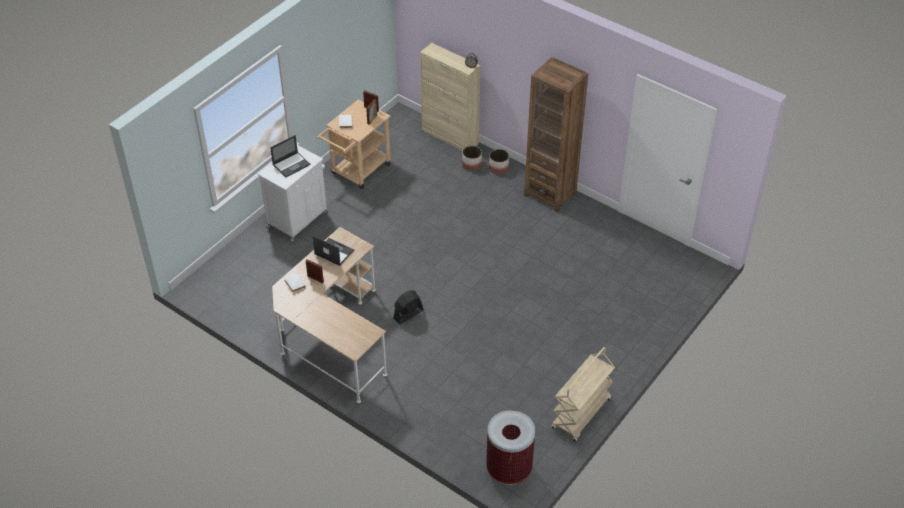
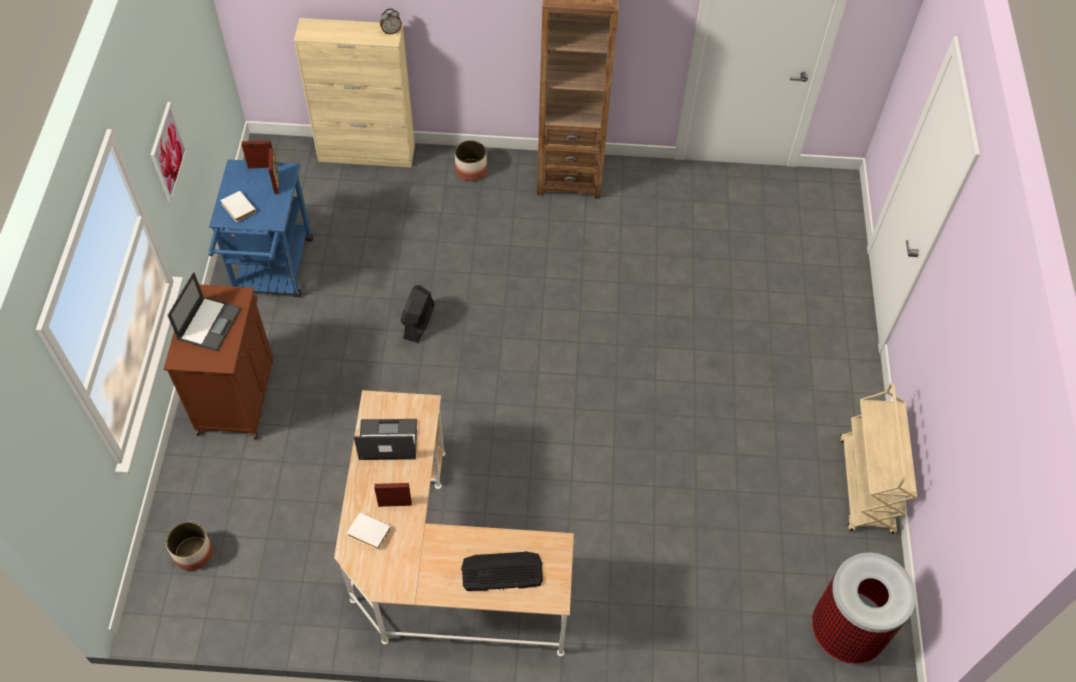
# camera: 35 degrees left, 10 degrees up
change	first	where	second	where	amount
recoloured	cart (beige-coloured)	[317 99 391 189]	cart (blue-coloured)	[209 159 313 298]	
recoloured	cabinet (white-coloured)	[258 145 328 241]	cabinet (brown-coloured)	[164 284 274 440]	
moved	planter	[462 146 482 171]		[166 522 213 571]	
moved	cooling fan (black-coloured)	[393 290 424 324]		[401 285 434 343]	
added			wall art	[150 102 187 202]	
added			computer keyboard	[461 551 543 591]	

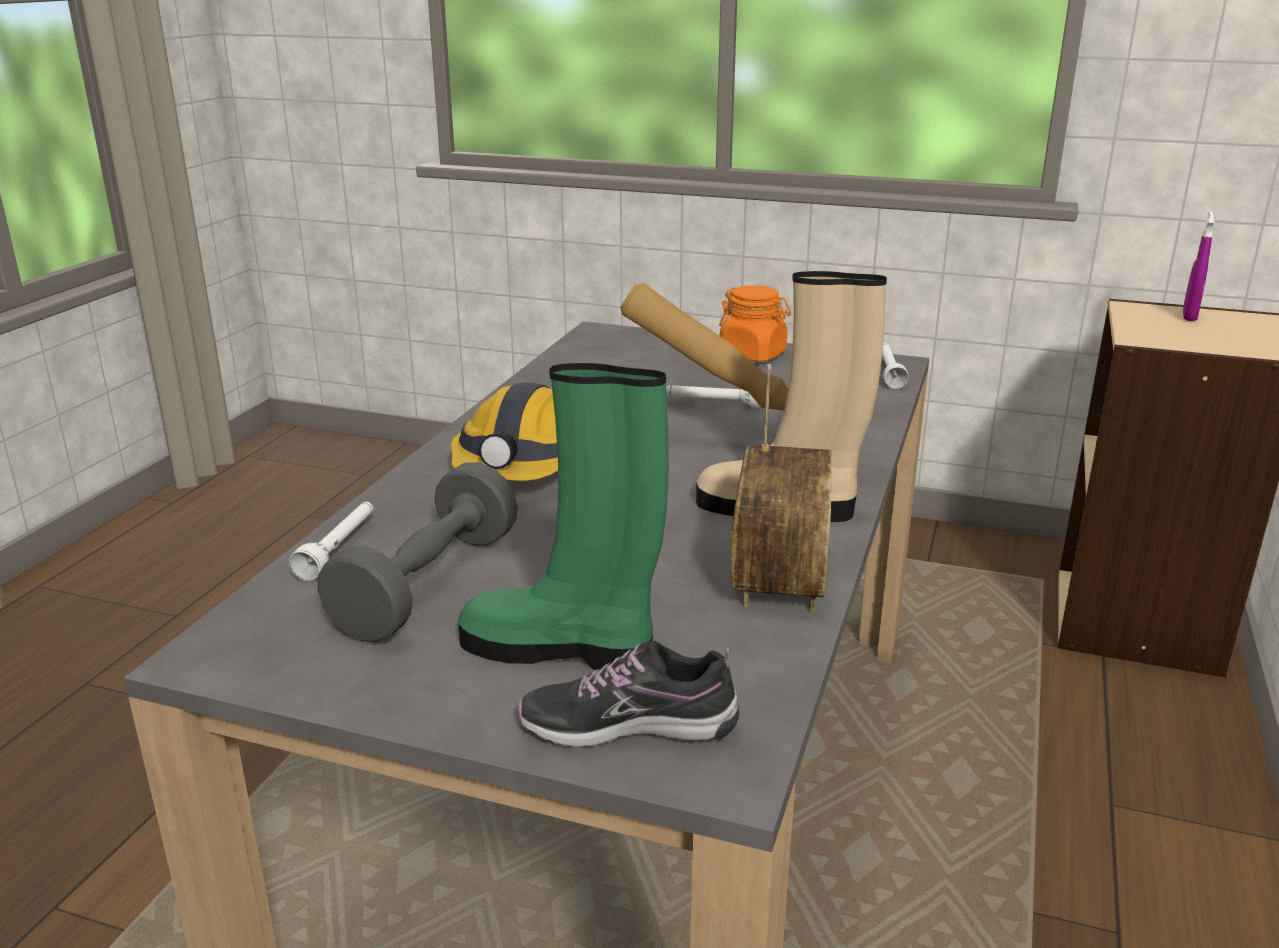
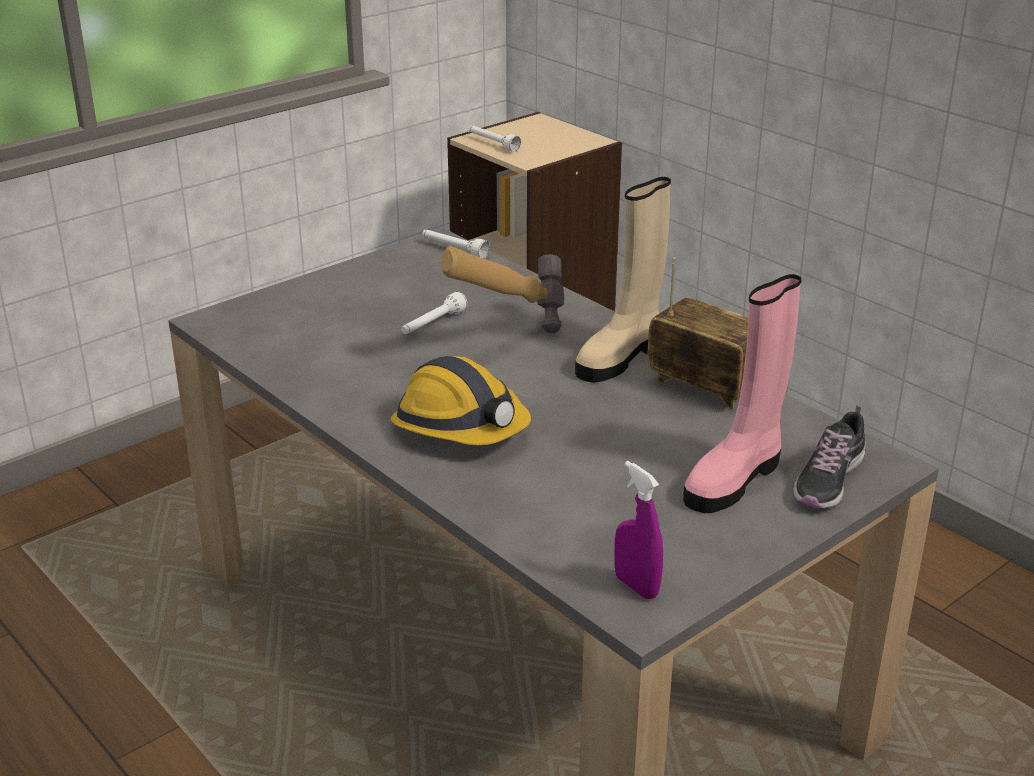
# camera: 60 degrees left, 5 degrees up
change	first	where	second	where	amount
moved	sprayer (purplish)	[1183 211 1215 321]		[614 461 663 599]	
removed	preserve jar (orangey)	[719 285 791 362]			
recoloured	high-top boot (green-coloured)	[458 363 669 670]	high-top boot (pink)	[683 274 802 513]	
removed	hand weight (greyish)	[318 462 518 642]			
moved	torch (white-coloured)	[289 502 373 581]		[469 125 521 152]	

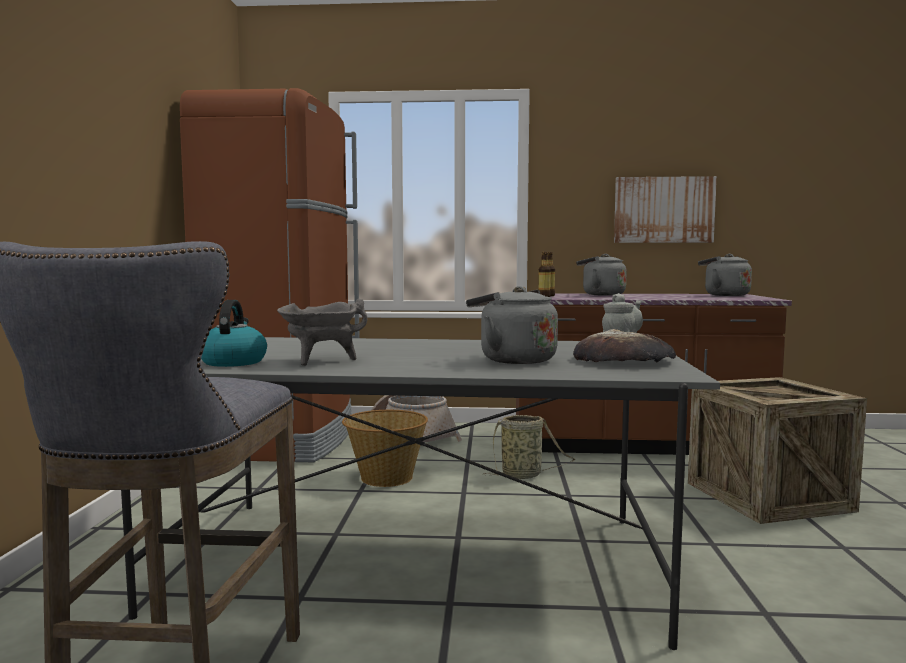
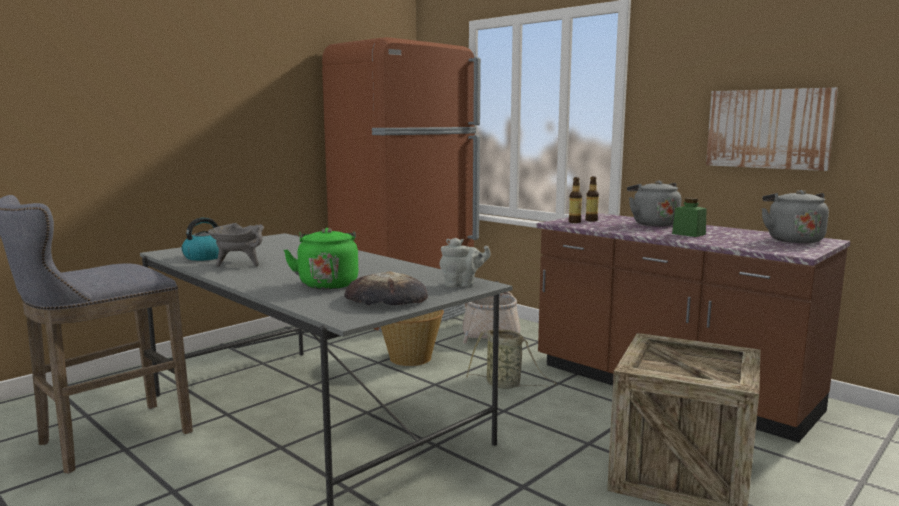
# camera: 40 degrees right, 5 degrees up
change	first	where	second	where	amount
recoloured	kettle (greyish)	[466 286 558 364]	kettle (green-coloured)	[284 228 358 289]	
added			preserve jar (green-coloured)	[672 198 707 237]	

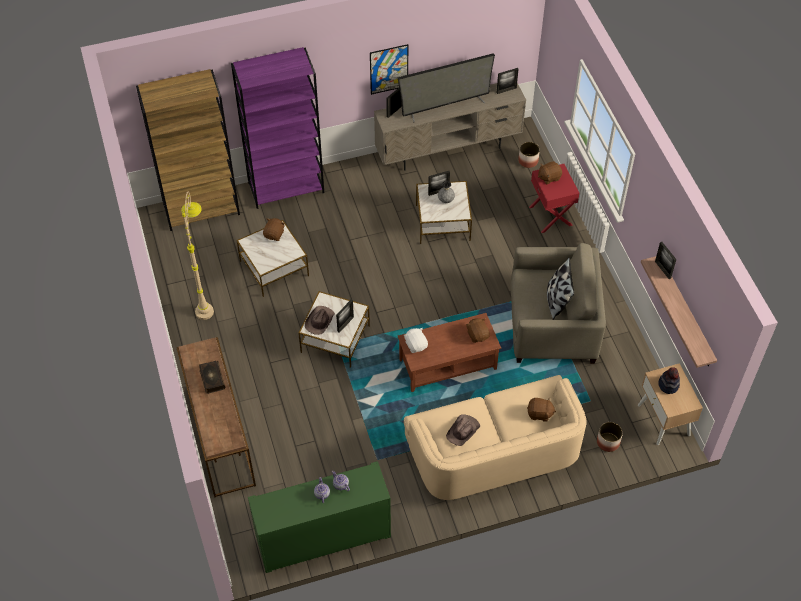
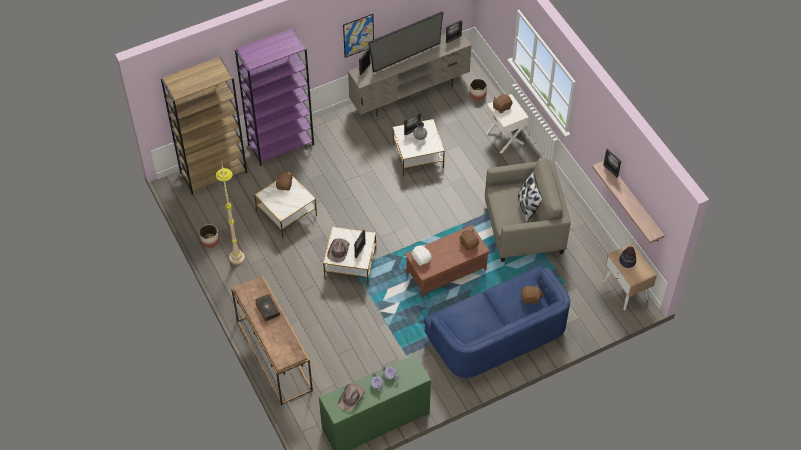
# camera: 10 degrees left, 0 degrees up
change	first	where	second	where	amount
recoloured	nightstand (red-coloured)	[529 164 579 233]	nightstand (white-coloured)	[486 94 529 154]	
recoloured	settee (beige-coloured)	[404 375 586 500]	settee (blue-coloured)	[424 266 570 378]	
moved	clothing hat (brown-coloured)	[446 414 480 446]		[338 384 365 411]	
moved	planter	[597 422 623 452]		[199 224 219 248]	

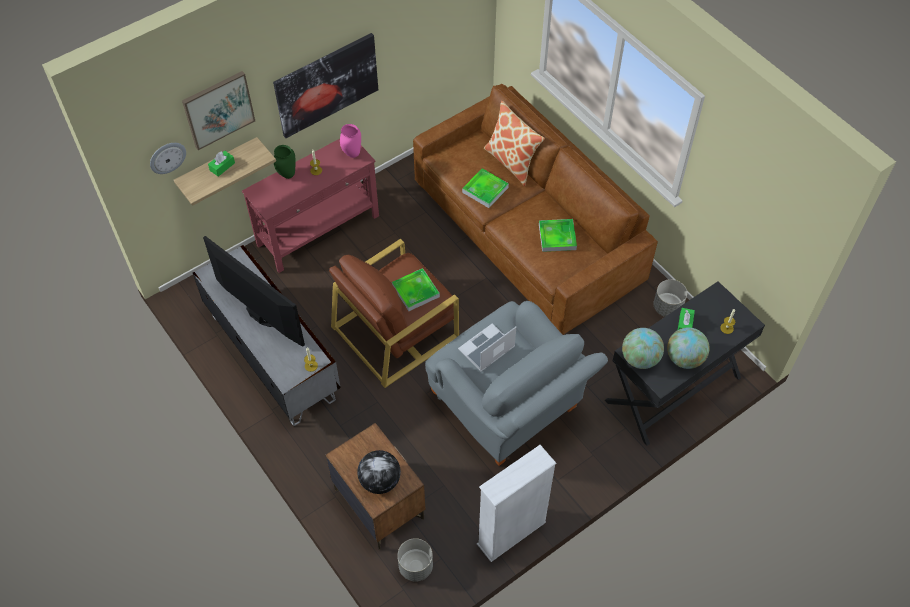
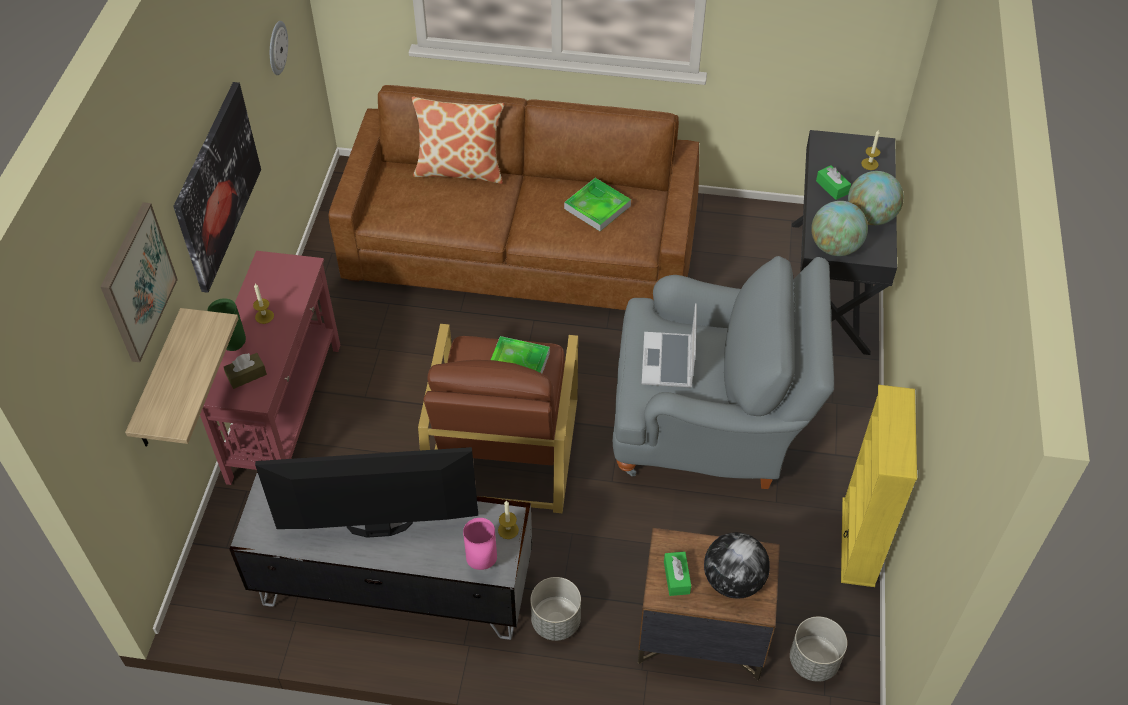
# camera: 45 degrees left, 5 degrees down
change	first	where	second	where	amount
moved	flower vase (pink)	[340 124 361 158]		[463 518 497 570]	
moved	clock on the wall	[150 143 186 174]		[270 21 288 75]	
moved	box of tissues (green-coloured)	[208 151 235 177]		[664 552 691 596]	
removed	carrying tray	[462 168 509 208]			
moved	planter (greyish)	[653 279 687 317]		[531 577 581 641]	
recoloured	bookcase (white-coloured)	[477 445 556 562]	bookcase (yellowish)	[841 385 917 587]	
added			box of tissues (brown-coloured)	[224 353 267 389]	

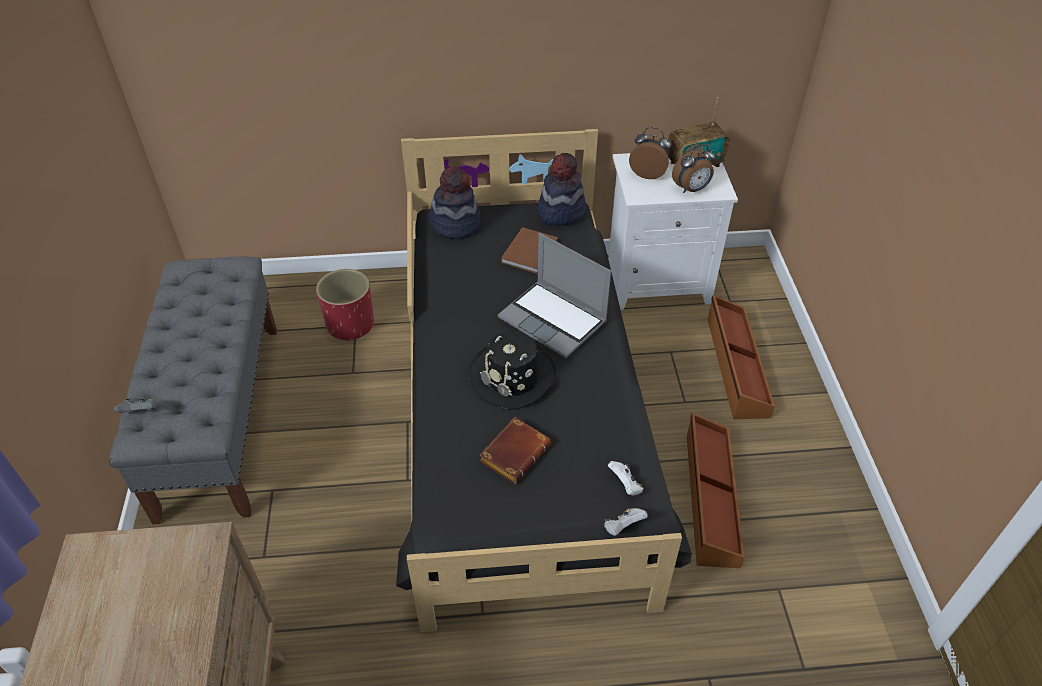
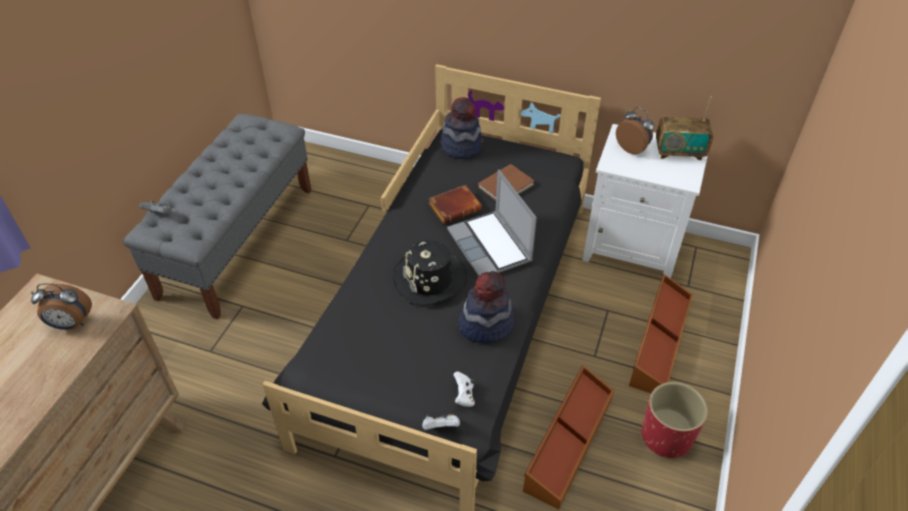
# camera: 25 degrees right, 0 degrees up
change	first	where	second	where	amount
moved	table clock	[672 144 715 193]		[31 283 92 330]	
moved	clothing hat	[538 153 586 226]		[459 271 514 344]	
moved	planter (red-coloured)	[316 269 374 342]		[642 382 708 458]	
moved	volume (brown-coloured)	[479 417 551 484]		[428 185 482 224]	

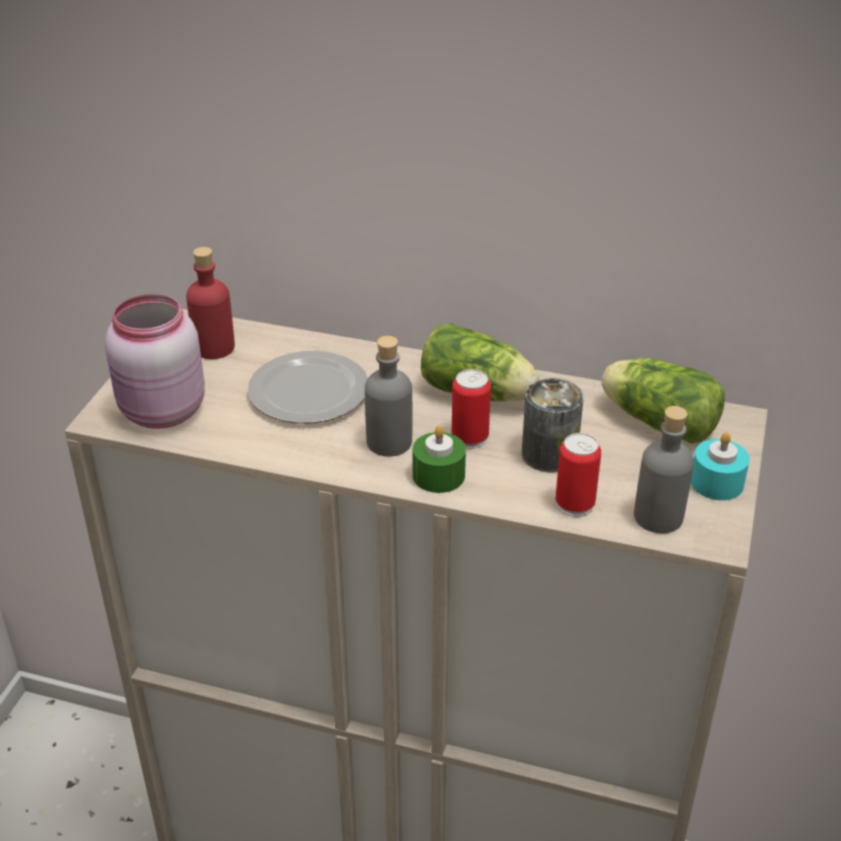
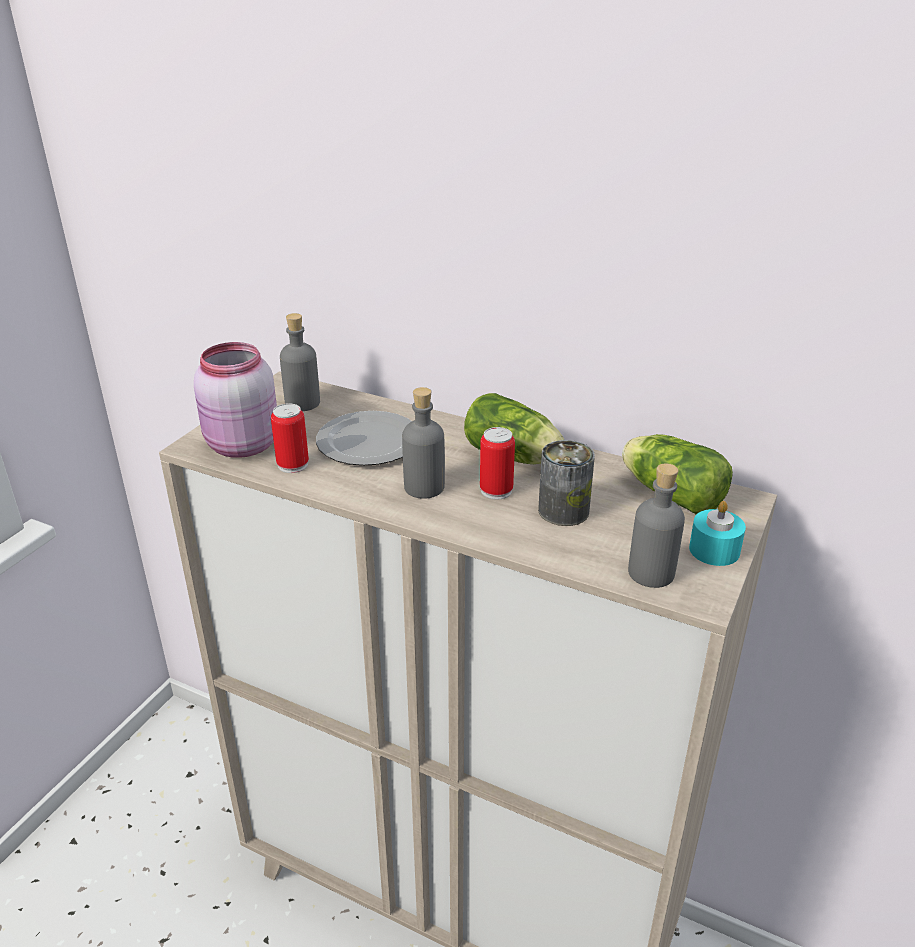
# camera: 10 degrees right, 5 degrees down
change	first	where	second	where	amount
recoloured	drink bottle (red-coloured)	[186 247 235 359]	drink bottle (greyish)	[280 313 320 411]	
removed	wax light (green-coloured)	[413 425 466 493]			
moved	sealed can	[556 433 601 517]		[271 403 309 473]	

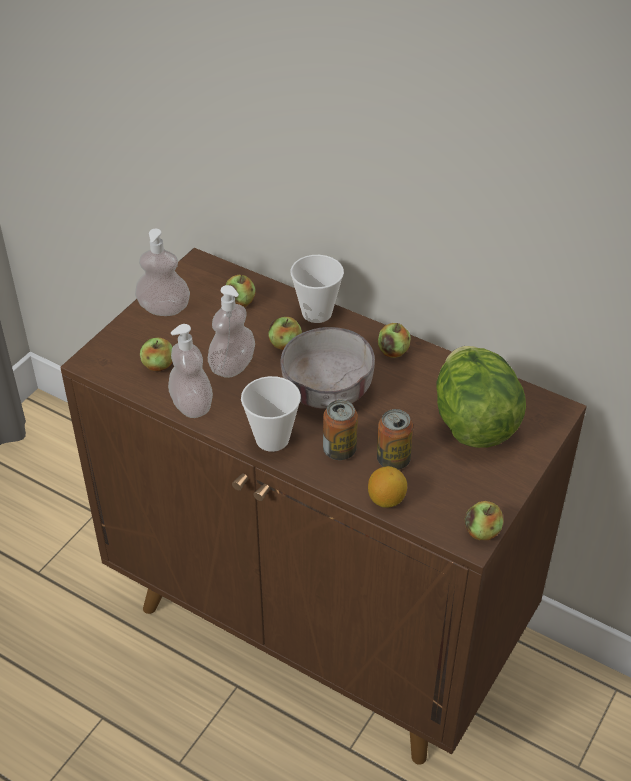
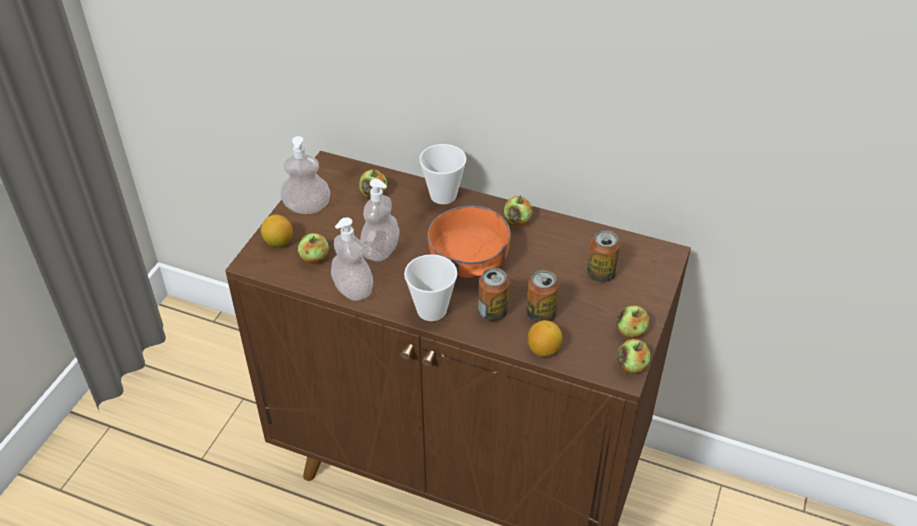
# camera: 10 degrees left, 0 degrees up
change	first	where	second	where	amount
moved	apple	[268 317 302 350]		[616 306 649 339]	
recoloured	serving bowl (greyish)	[281 327 375 409]	serving bowl (orangey)	[428 206 511 278]	
replaced	head of lettuce	[436 346 526 448]	sealed can	[587 230 620 282]	
added			lemon	[261 215 293 247]	

